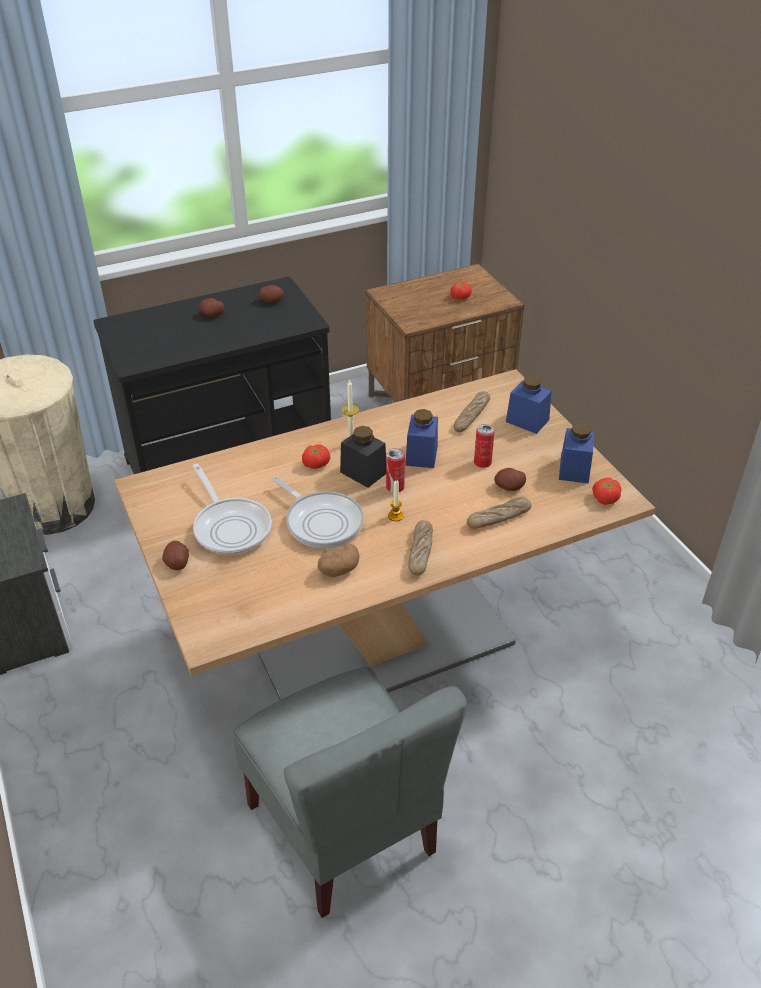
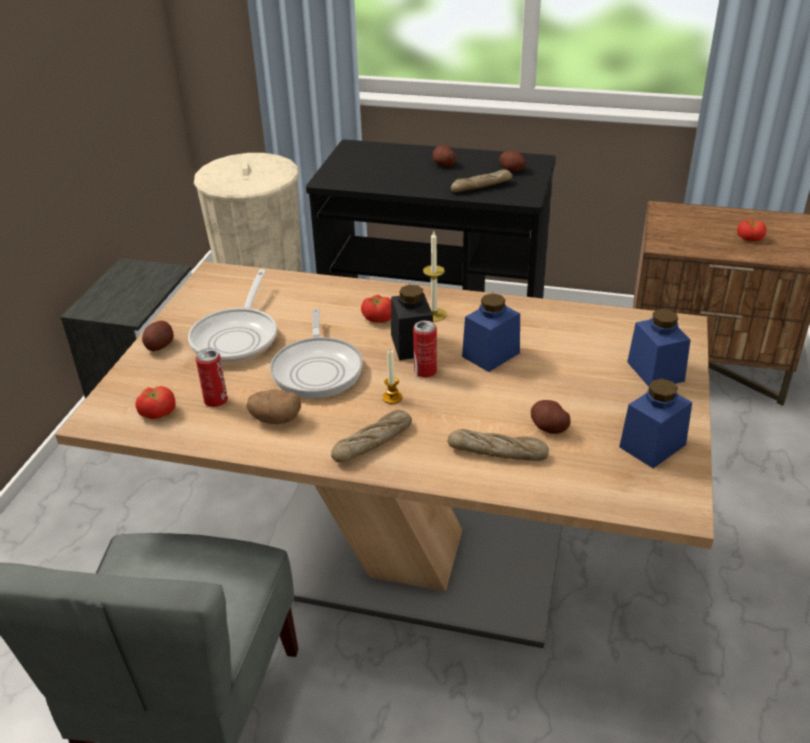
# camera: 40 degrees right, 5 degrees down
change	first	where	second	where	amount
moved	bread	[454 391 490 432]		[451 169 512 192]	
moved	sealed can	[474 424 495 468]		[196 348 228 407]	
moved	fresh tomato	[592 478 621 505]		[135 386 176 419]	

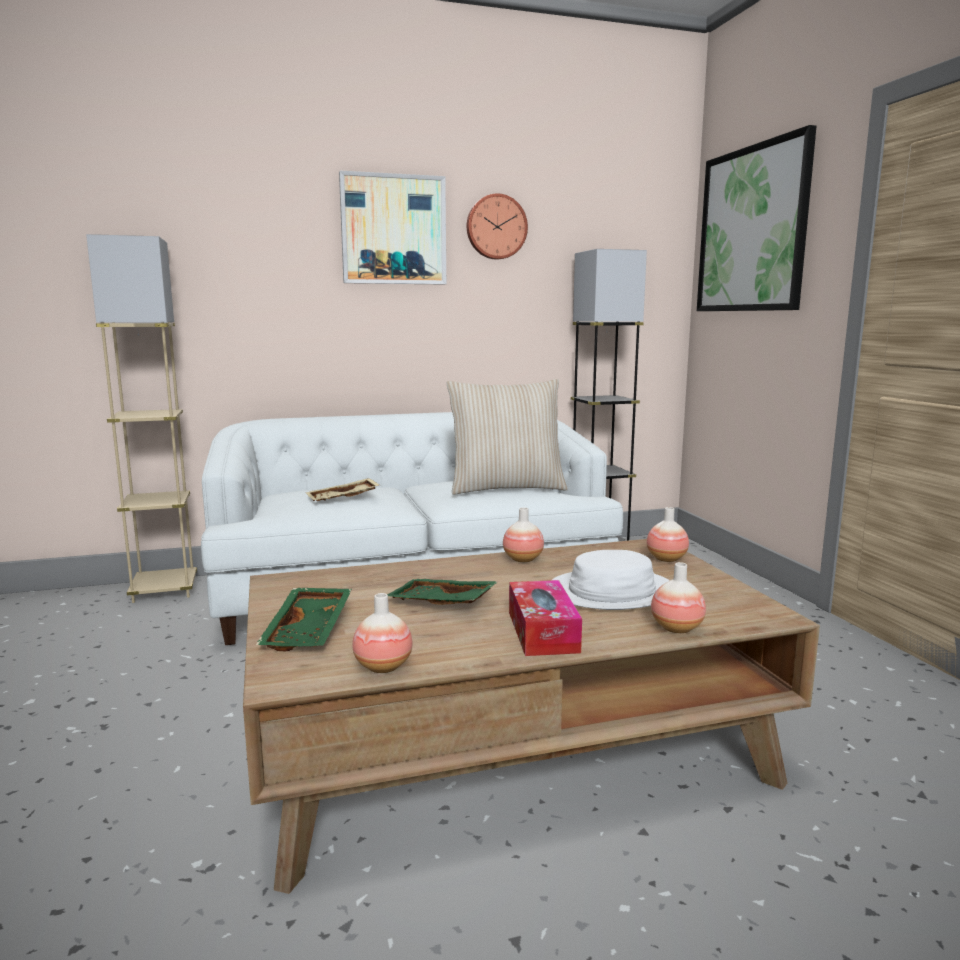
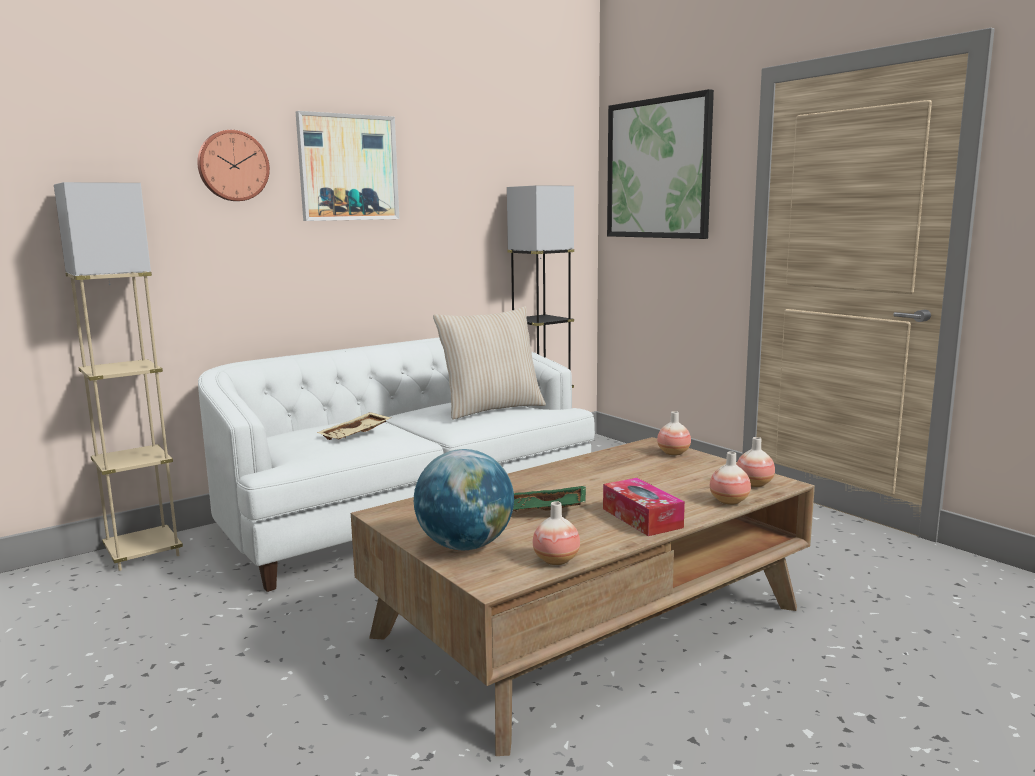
# camera: 20 degrees left, 0 degrees up
change	first	where	second	where	amount
moved	clock on the wall	[467 193 528 260]		[197 130 270 201]	
moved	flower vase	[503 508 544 562]		[736 437 775 487]	
removed	clothing hat (white-coloured)	[552 550 670 610]			
replaced	carrying tray (green-coloured)	[256 588 352 651]	world globe	[414 449 514 550]	

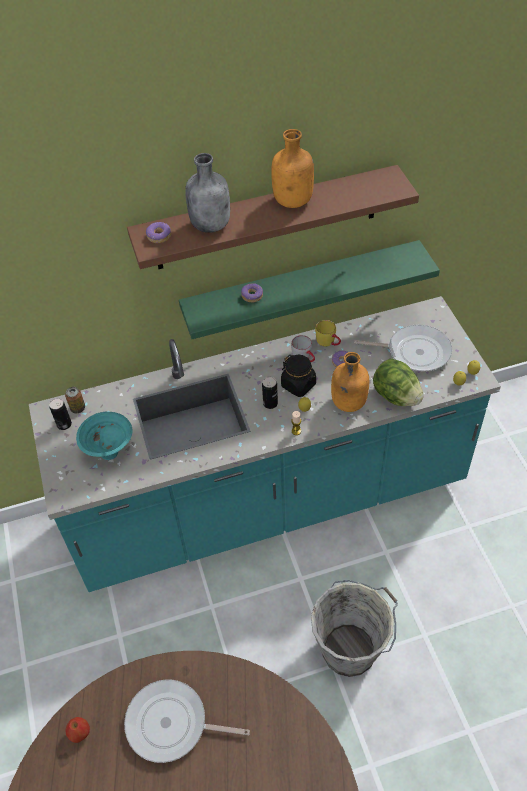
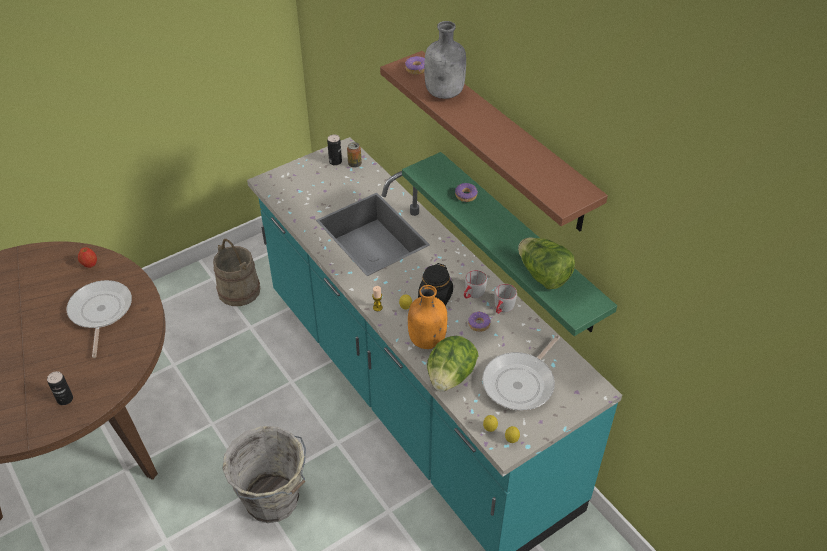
# camera: 70 degrees right, 5 degrees down
change	first	where	second	where	amount
removed	drink bottle (orangey)	[271 129 314 208]			
recoloured	mug (yellowish)	[315 320 341 346]	mug (greyish)	[494 284 517 314]	
turned	pan	[354 325 452 371]		[482 335 560 411]	45 degrees clockwise
moved	sealed can	[262 377 278 409]		[47 371 73 405]	
removed	serving bowl (blue-green)	[76 412 133 460]			
added			head of lettuce	[518 238 575 289]	
added			pail (beige-coloured)	[213 239 260 306]	

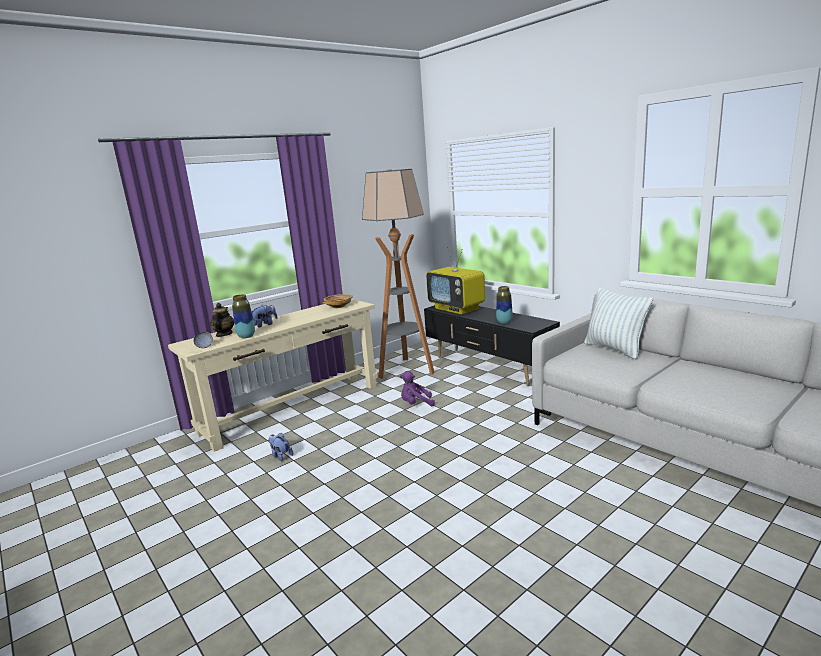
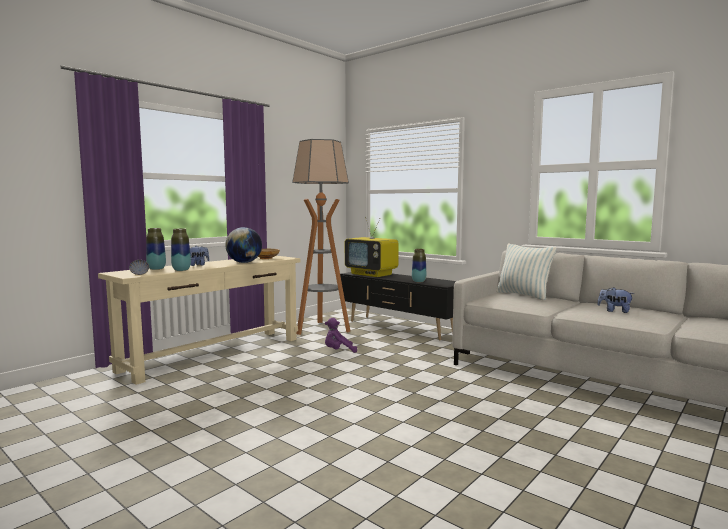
# camera: 10 degrees left, 10 degrees down
change	first	where	second	where	amount
replaced	teapot	[210 303 234 337]	flower vase	[146 228 166 270]	
moved	cuddly toy	[269 433 293 461]		[597 287 635 313]	
added			world globe	[225 227 262 263]	

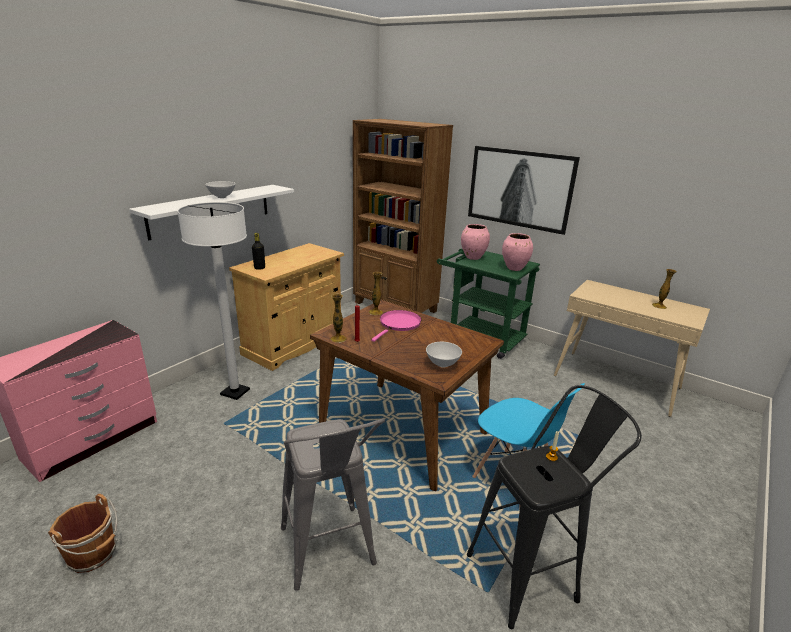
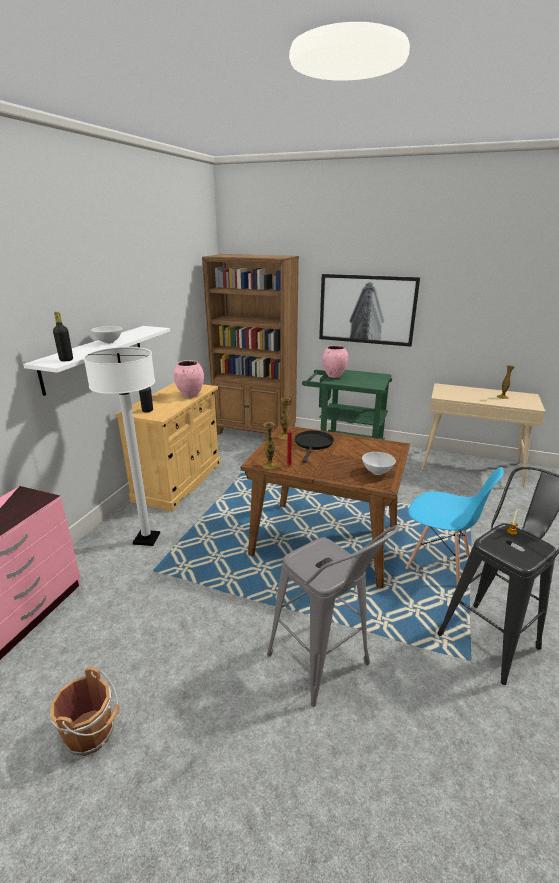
# camera: 15 degrees left, 0 degrees up
change	first	where	second	where	amount
moved	flower vase (pink)	[502 233 533 271]		[173 360 204 398]	
recoloured	pan (pink)	[371 310 421 342]	pan (black-coloured)	[295 431 334 463]	
added			drink bottle (black-coloured)	[53 312 73 362]	

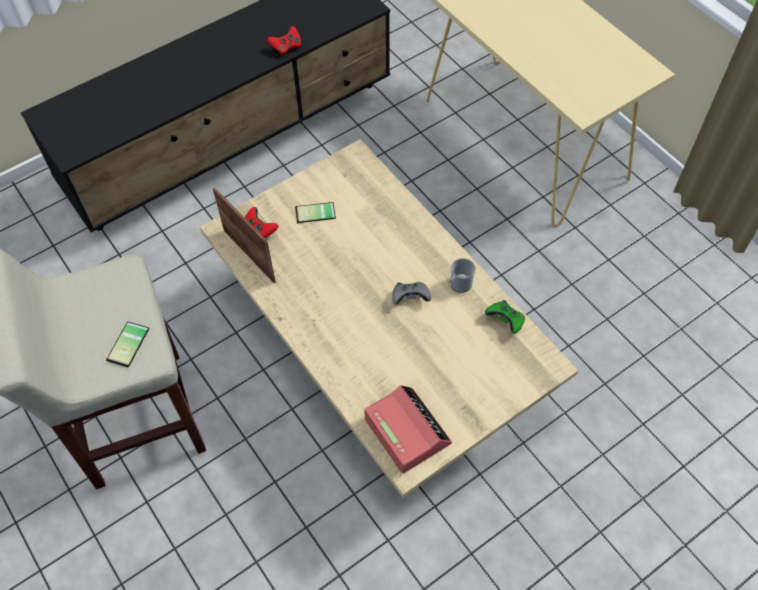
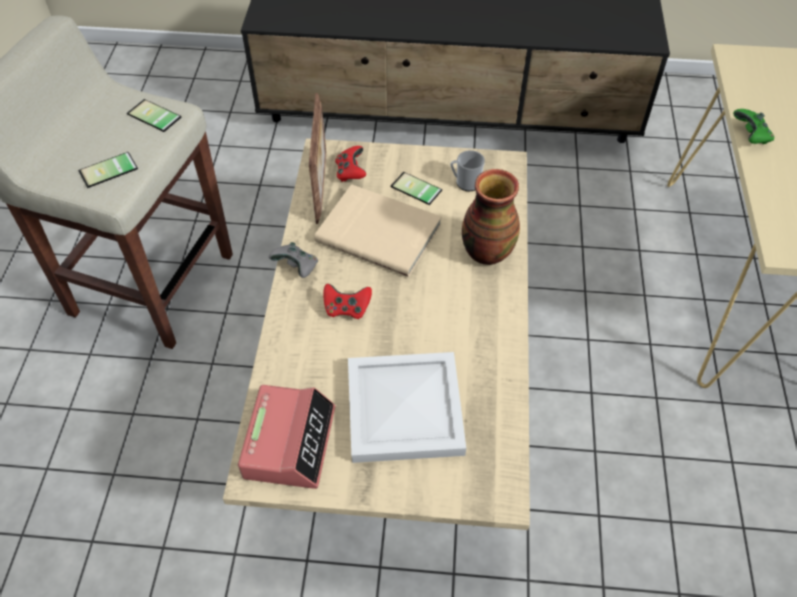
# camera: 40 degrees right, 5 degrees down
change	first	where	second	where	amount
moved	gamepad (red-coloured)	[267 26 301 55]		[323 284 372 319]	
moved	mug	[450 258 476 293]		[450 150 485 191]	
moved	gamepad (greyish)	[392 282 431 304]		[269 242 318 278]	
moved	gamepad (green-coloured)	[485 300 525 334]		[733 109 774 144]	
added			telephone	[127 99 182 132]	
added			flower vase	[462 169 520 265]	
added			volume (beige-coloured)	[314 184 442 277]	
added			carrying tray (white-coloured)	[348 352 466 463]	

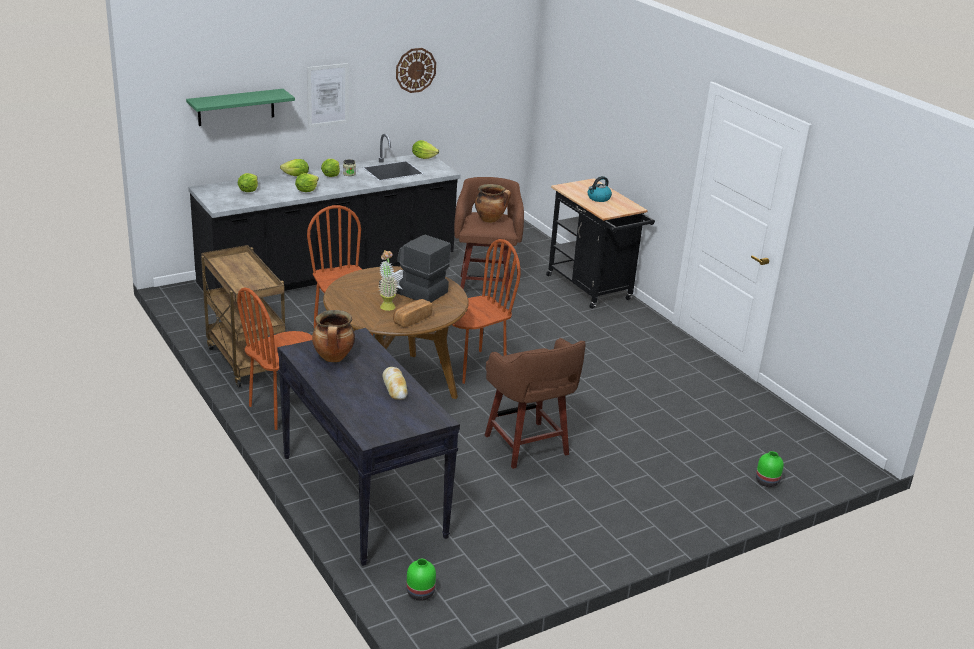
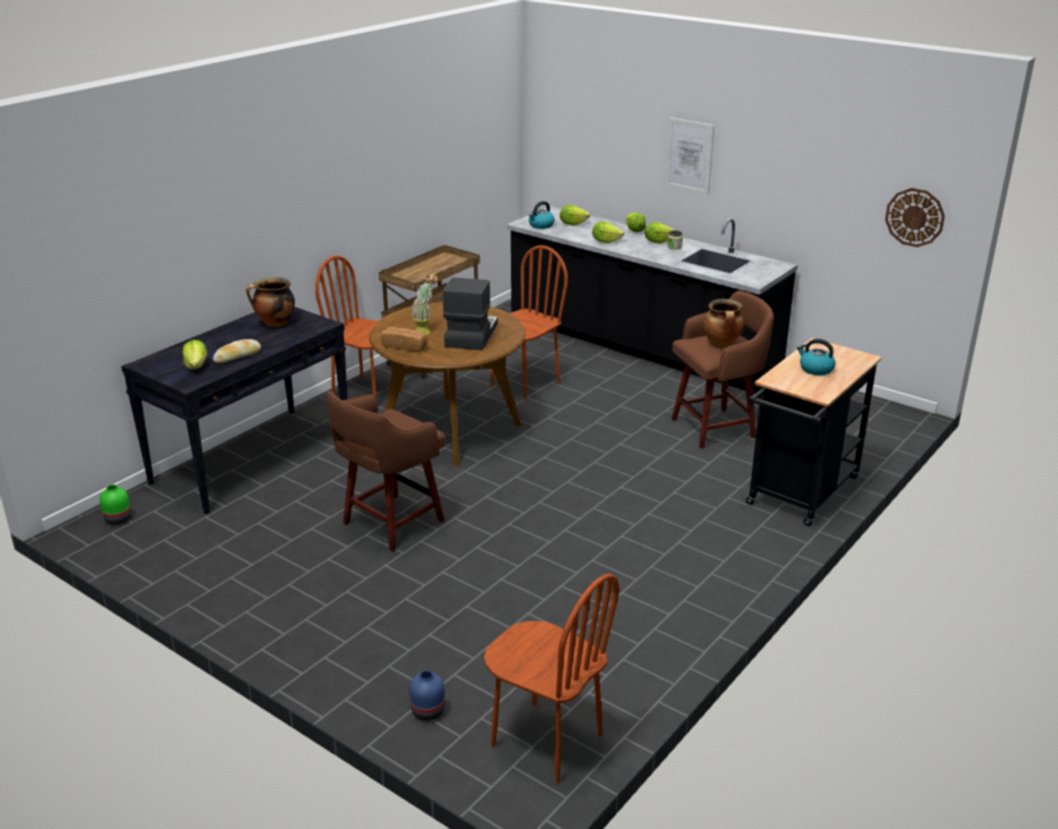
# camera: 70 degrees right, 0 degrees up
change	first	where	second	where	amount
moved	clock on the wall	[396 48 436 93]		[885 188 945 247]	
removed	wall shelf (green-coloured)	[186 89 295 126]			
moved	head of lettuce	[412 140 439 159]		[183 340 208 369]	
moved	upright chair (brown-coloured)	[440 239 521 384]		[484 574 619 784]	
recoloured	flower vase (green-coloured)	[756 451 784 487]	flower vase (blue-coloured)	[409 670 445 721]	
added			kettle	[529 201 555 229]	

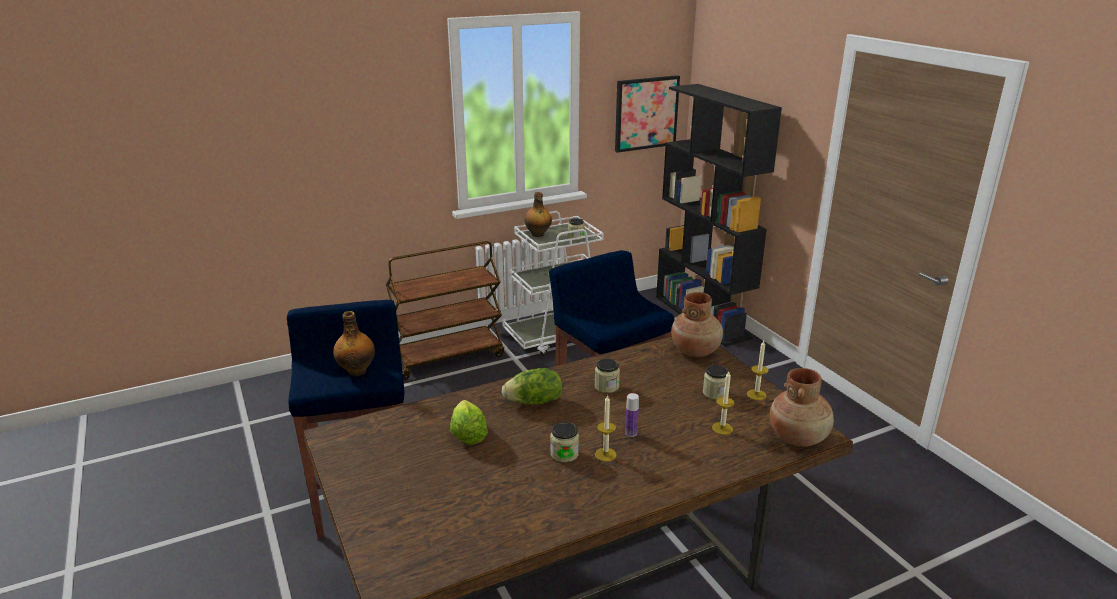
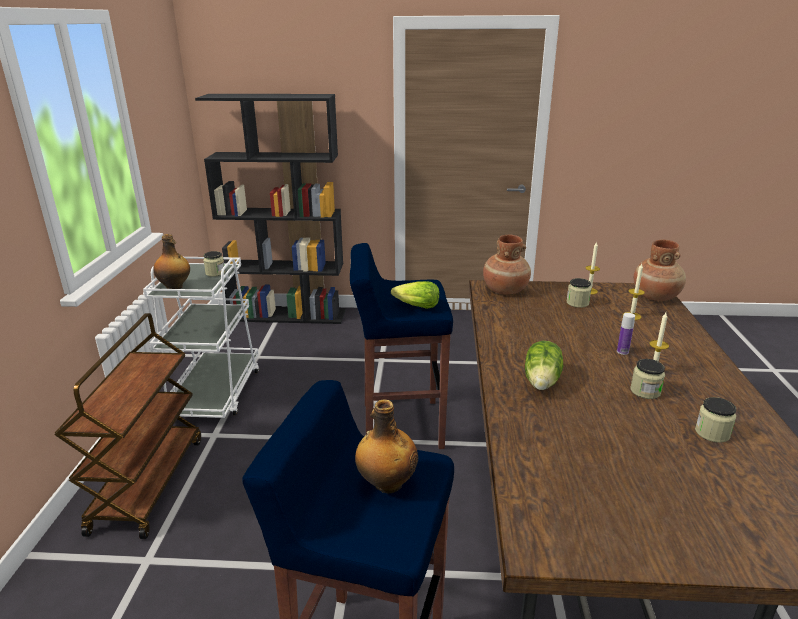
# camera: 60 degrees left, 0 degrees up
change	first	where	second	where	amount
removed	wall art	[615 75 680 153]			
moved	preserve jar	[595 359 620 393]		[695 397 737 443]	
moved	head of lettuce	[450 400 488 445]		[391 281 440 309]	

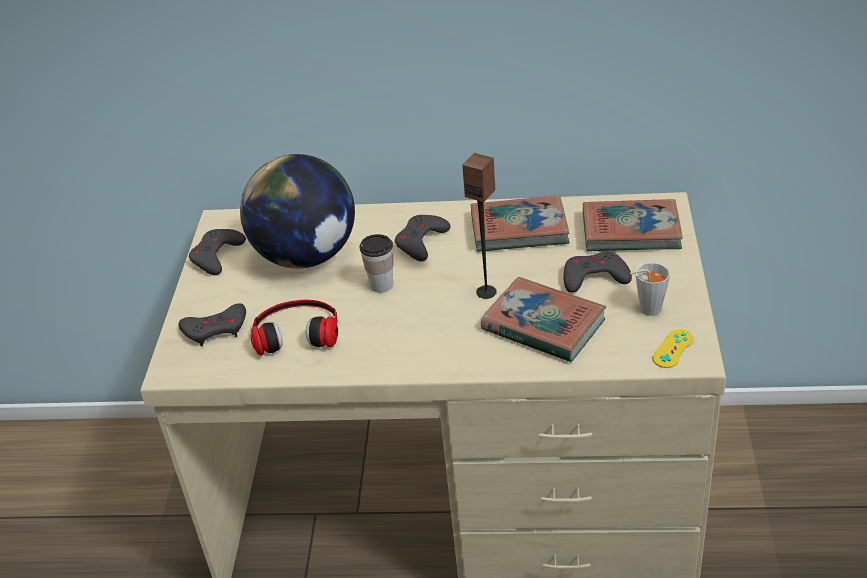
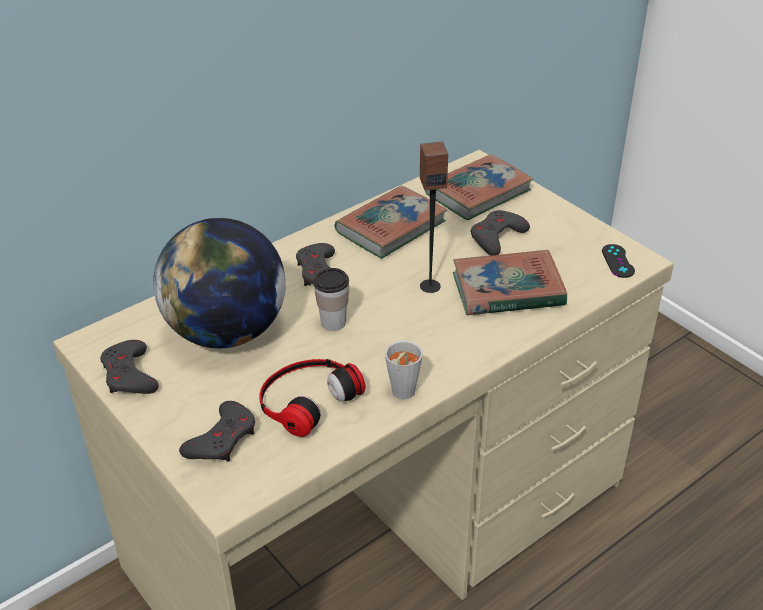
# camera: 45 degrees left, 0 degrees up
change	first	where	second	where	amount
moved	drinking cup (greyish)	[630 262 670 316]		[385 340 423 399]	
recoloured	gamepad (yellowish)	[653 329 694 368]	gamepad (black-coloured)	[602 244 635 278]	

